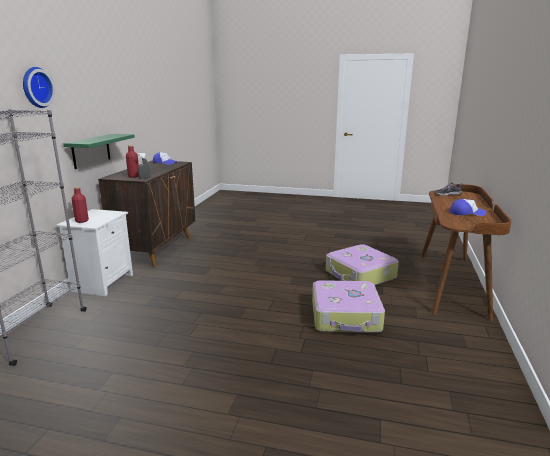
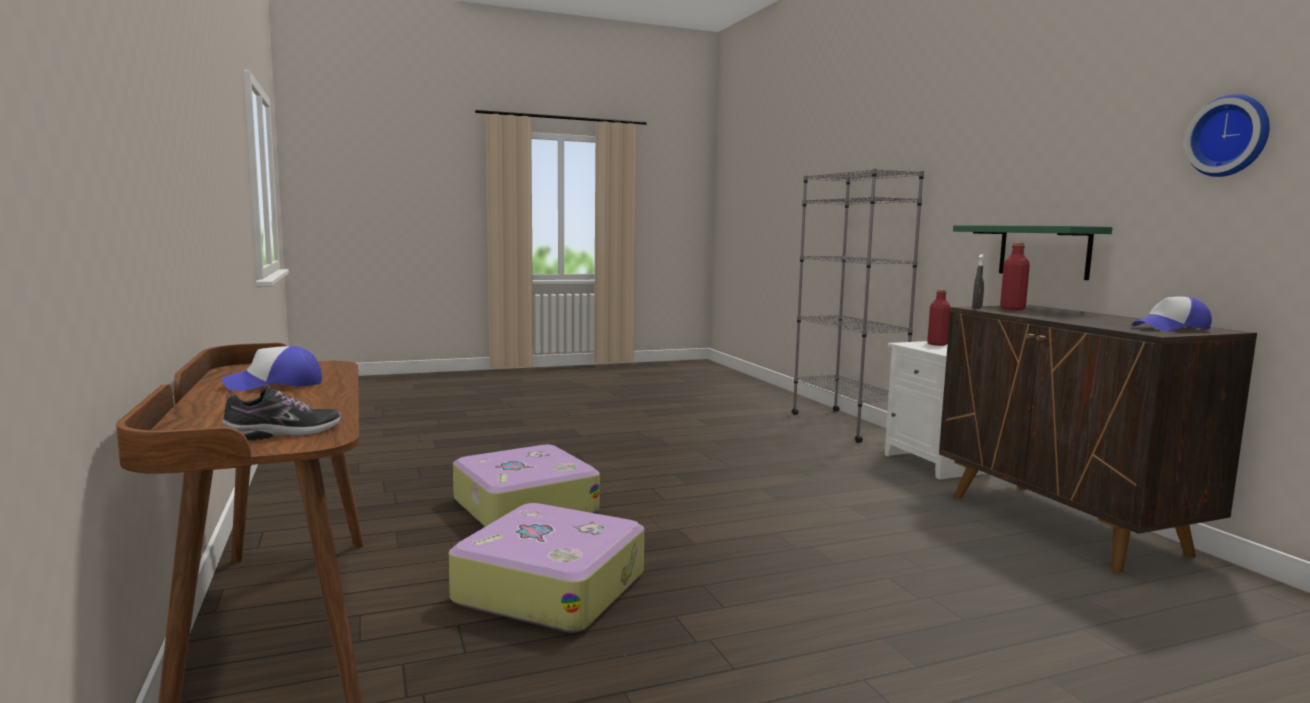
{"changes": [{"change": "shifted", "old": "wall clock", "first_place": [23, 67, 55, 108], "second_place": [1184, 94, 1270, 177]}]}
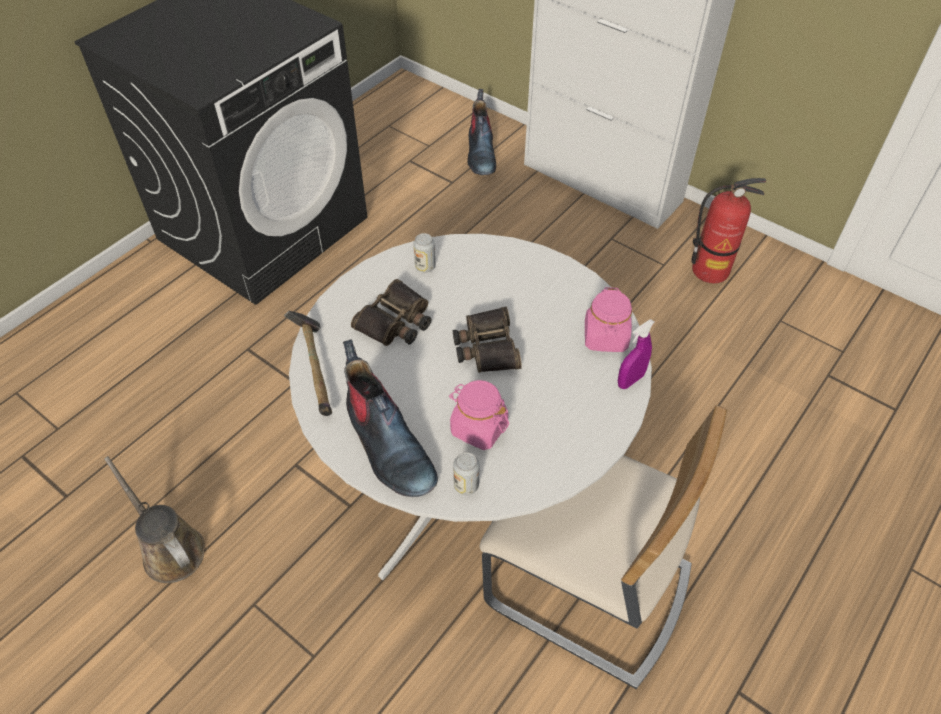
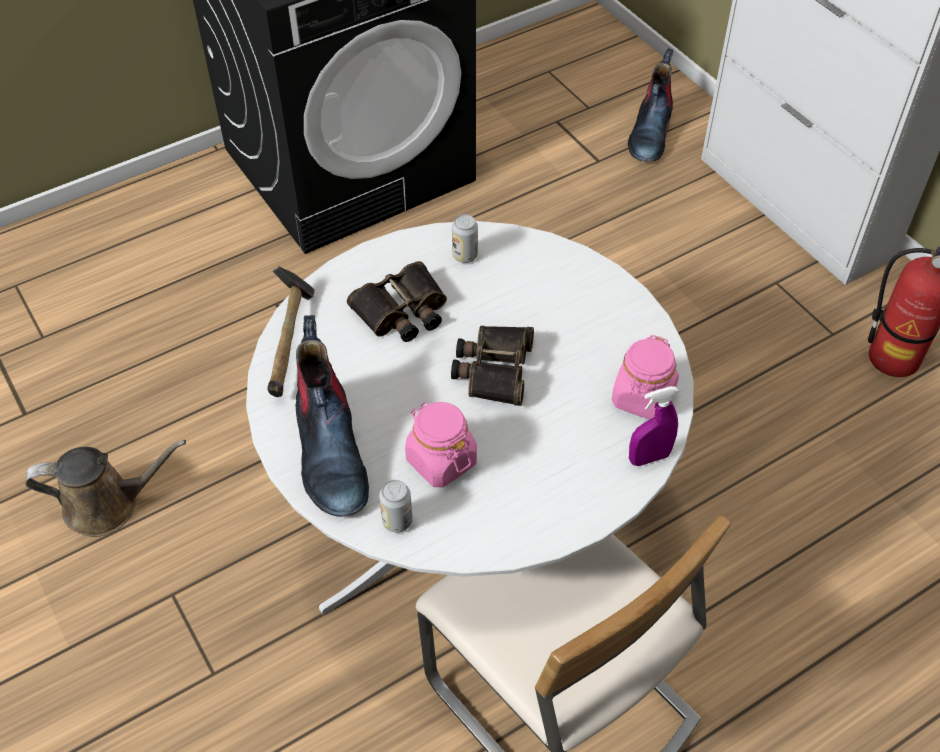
{"changes": [{"change": "rotated", "old": "watering can in brown", "first_place": [105, 456, 205, 583], "second_place": [25, 440, 186, 537], "degrees": 105}]}
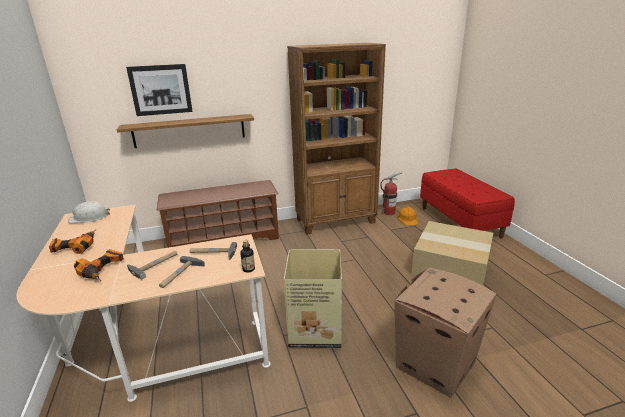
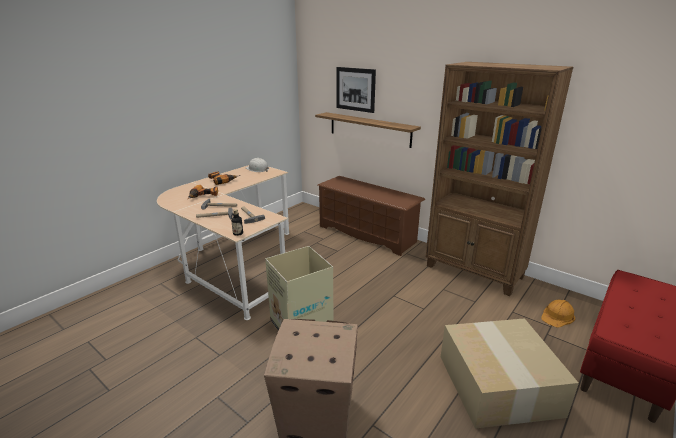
{"changes": [{"change": "gone", "old": "fire extinguisher", "first_place": [380, 172, 402, 215]}]}
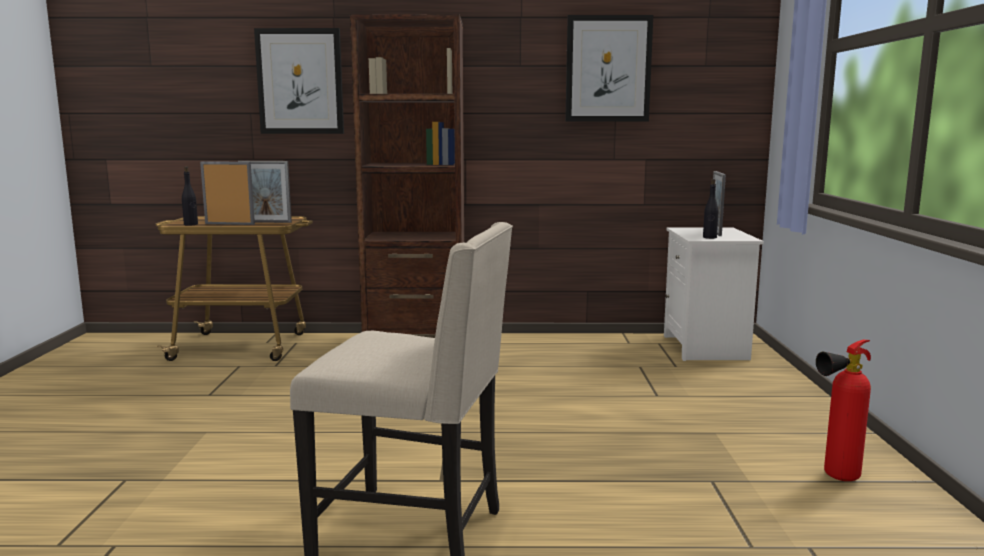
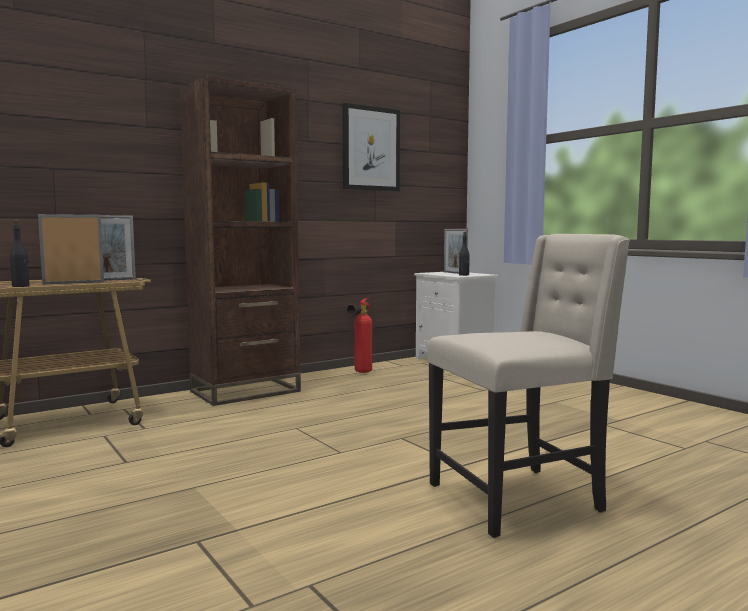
{"changes": [{"change": "gone", "old": "picture", "first_place": [254, 28, 344, 134]}, {"change": "shifted", "old": "fire extinguisher", "first_place": [816, 340, 871, 481], "second_place": [347, 298, 372, 373]}]}
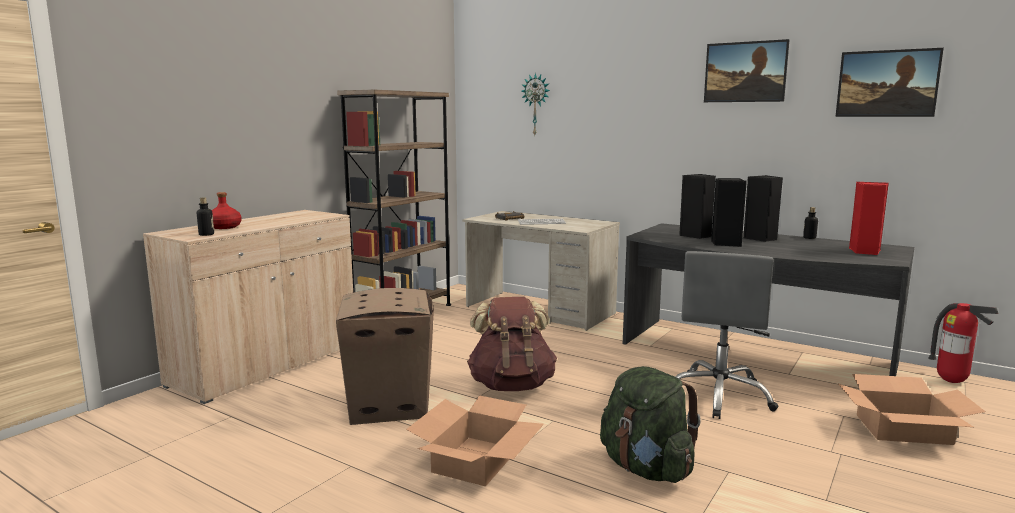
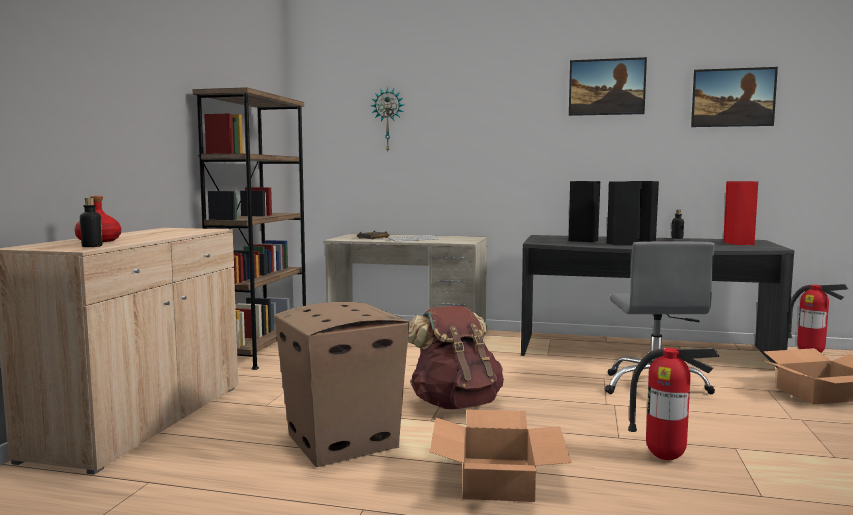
{"changes": [{"change": "swapped", "old": "backpack in green", "new": "fire extinguisher", "first_place": [600, 366, 701, 483], "second_place": [628, 348, 719, 460]}]}
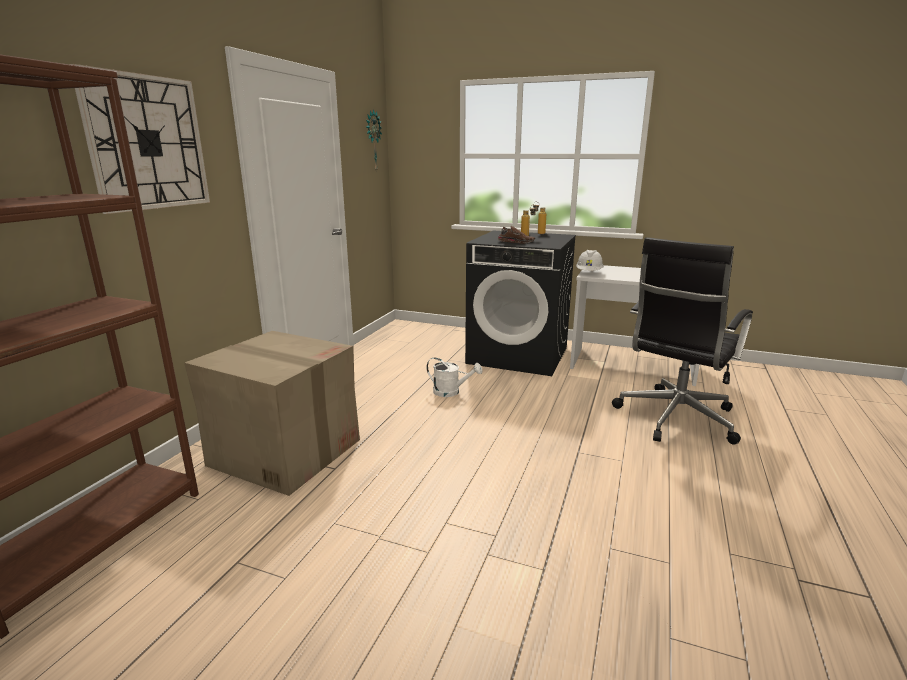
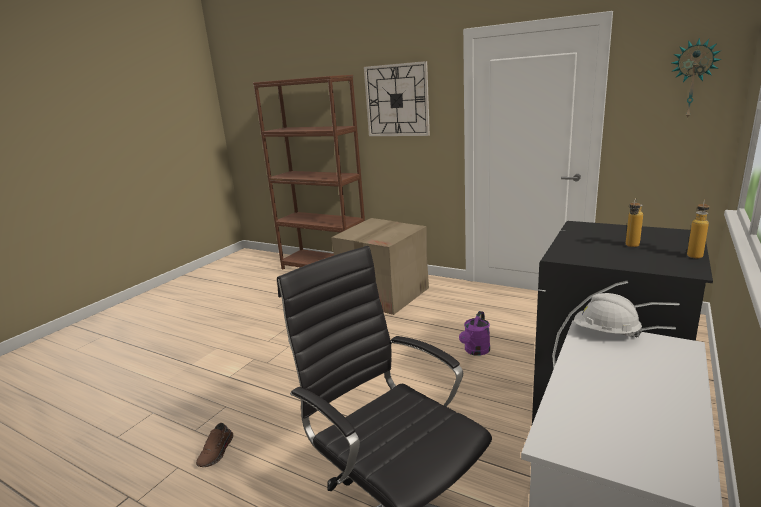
{"changes": [{"change": "shifted", "old": "shoe in brown", "first_place": [498, 226, 535, 244], "second_place": [196, 423, 233, 467]}, {"change": "repainted", "old": "watering can in white", "new": "watering can in purple", "first_place": [426, 357, 482, 397], "second_place": [459, 311, 490, 356]}]}
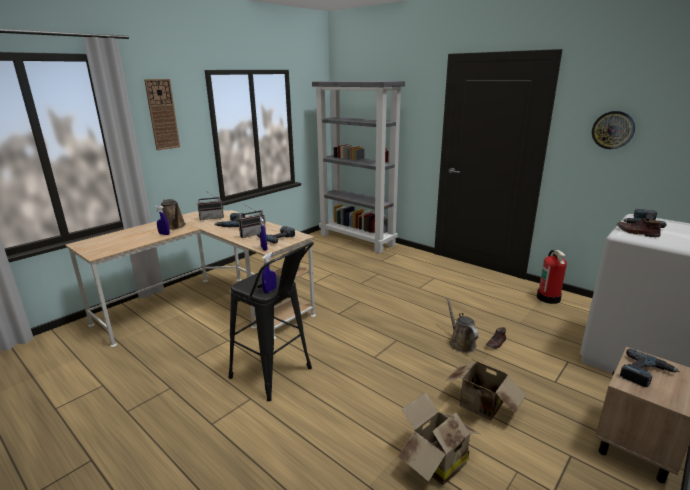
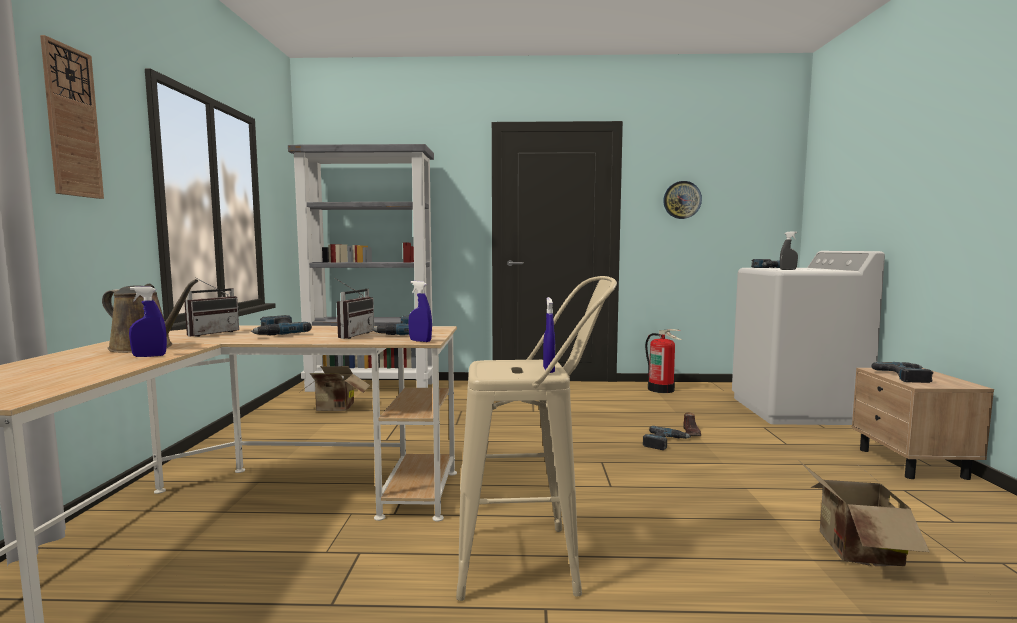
{"changes": [{"change": "swapped", "old": "shoe in brown", "new": "spray bottle in grey", "first_place": [617, 218, 661, 237], "second_place": [780, 231, 798, 270]}, {"change": "repainted", "old": "stool in black", "new": "stool in beige", "first_place": [229, 242, 314, 401], "second_place": [456, 276, 617, 601]}, {"change": "swapped", "old": "watering can in brown", "new": "power drill", "first_place": [446, 297, 479, 353], "second_place": [643, 426, 691, 450]}, {"change": "shifted", "old": "cardboard box", "first_place": [444, 360, 526, 421], "second_place": [304, 366, 371, 411]}]}
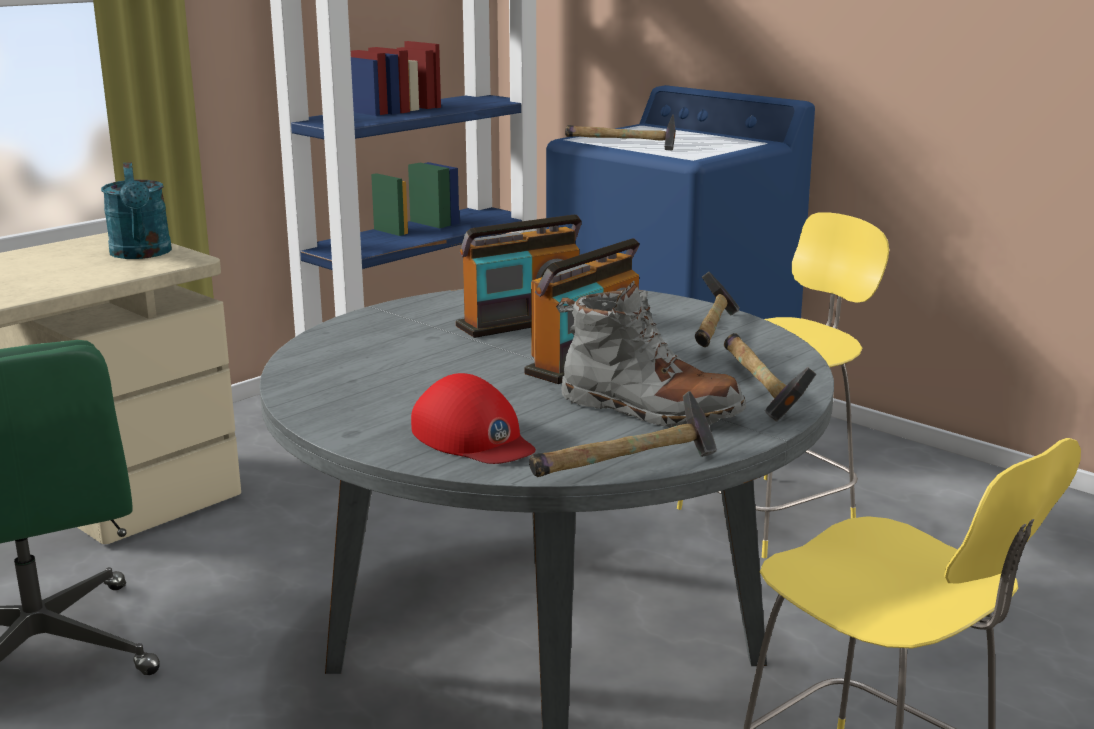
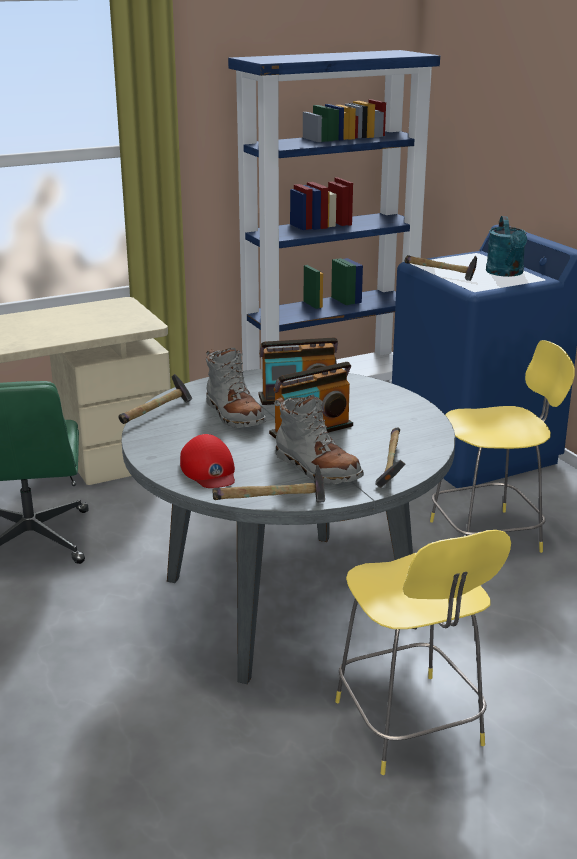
{"changes": [{"change": "shifted", "old": "watering can in turquoise", "first_place": [101, 162, 172, 259], "second_place": [486, 216, 527, 277]}, {"change": "shifted", "old": "hammer", "first_place": [695, 272, 740, 347], "second_place": [119, 374, 192, 424]}, {"change": "new", "new": "boot in grey", "second_place": [206, 348, 266, 428]}]}
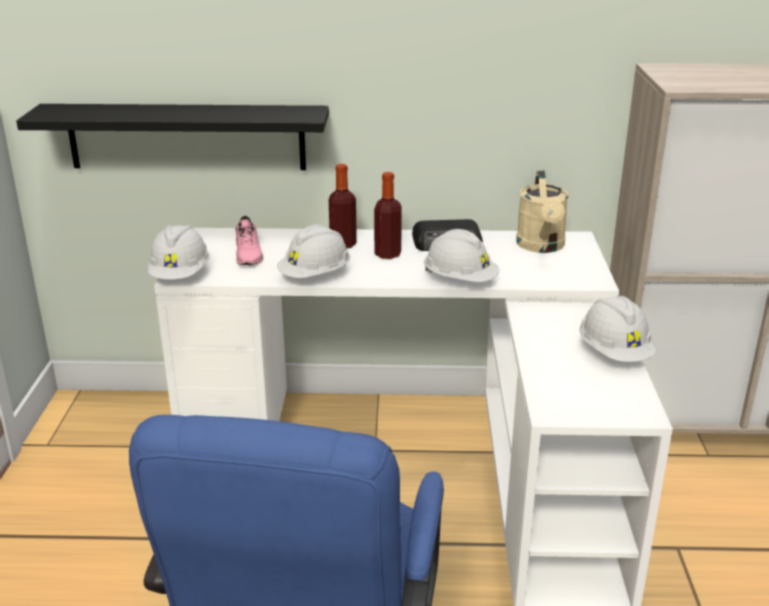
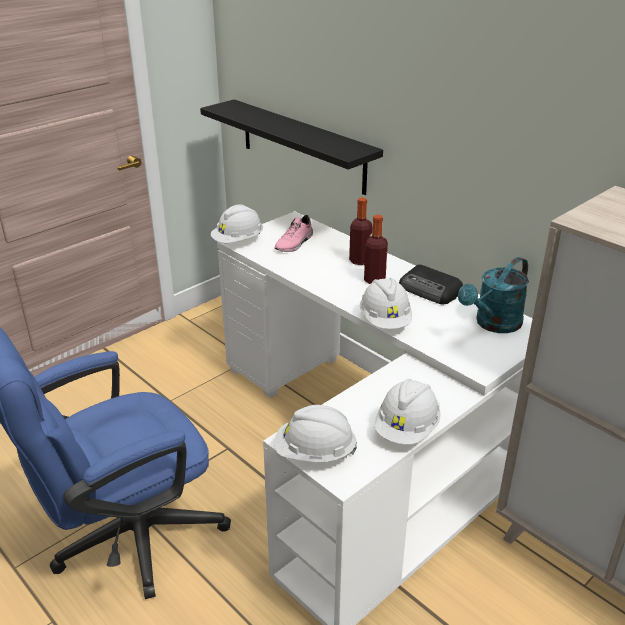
{"changes": [{"change": "repainted", "old": "watering can in beige", "new": "watering can in turquoise", "first_place": [516, 170, 569, 253], "second_place": [458, 257, 529, 333]}, {"change": "shifted", "old": "hard hat in white", "first_place": [277, 225, 350, 278], "second_place": [274, 405, 357, 463]}]}
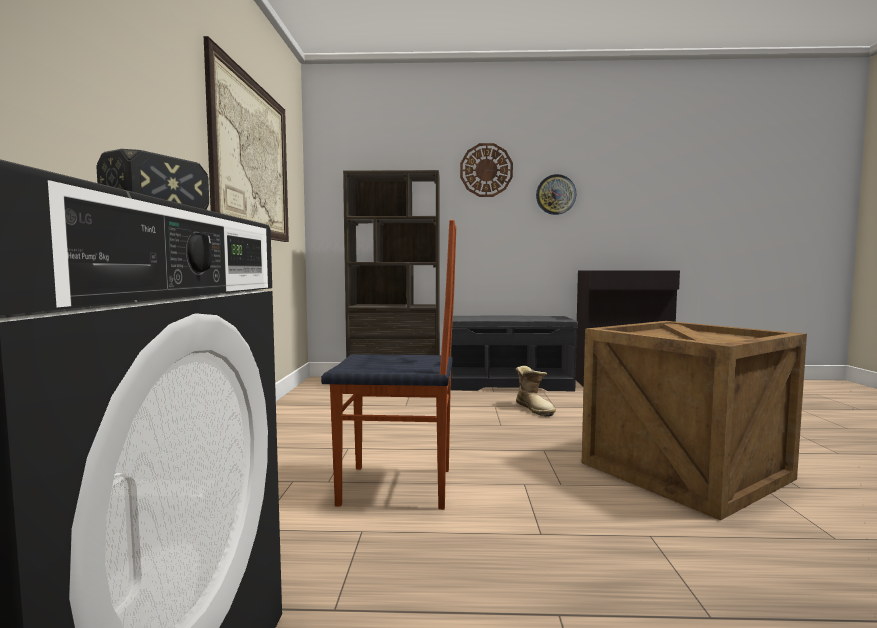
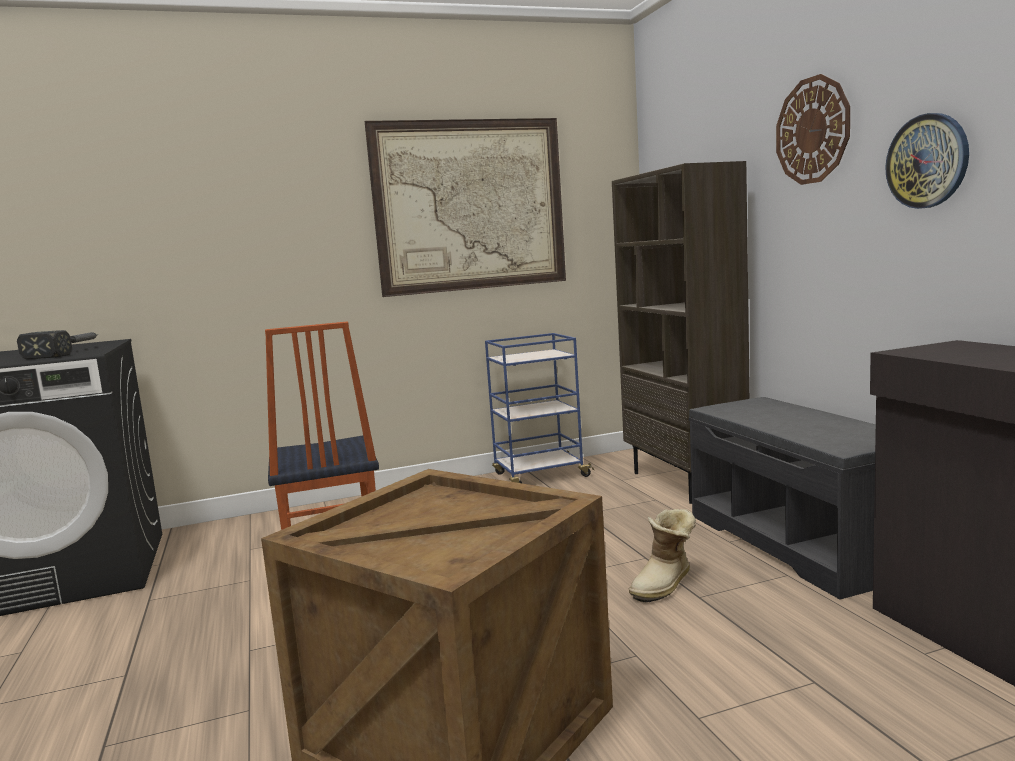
{"changes": [{"change": "new", "new": "cart in blue", "second_place": [485, 333, 594, 483]}]}
